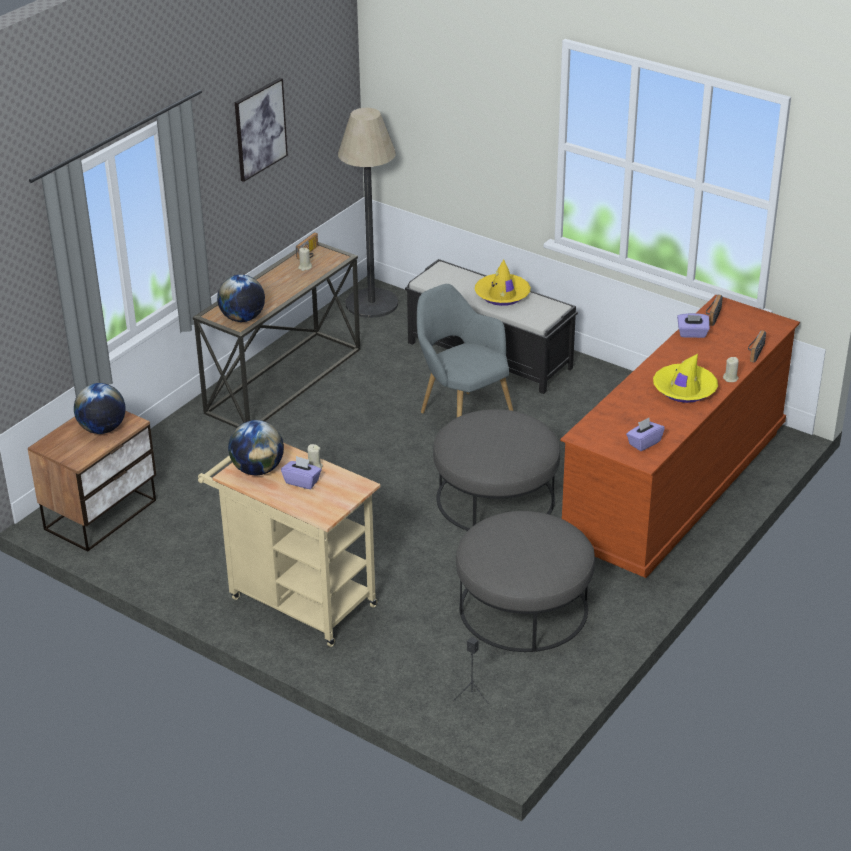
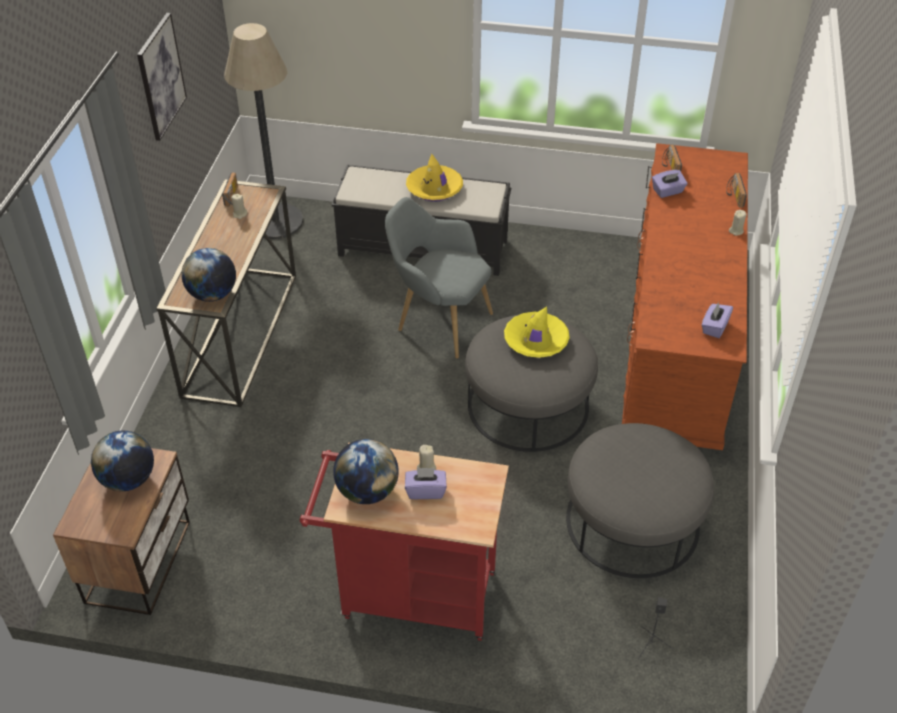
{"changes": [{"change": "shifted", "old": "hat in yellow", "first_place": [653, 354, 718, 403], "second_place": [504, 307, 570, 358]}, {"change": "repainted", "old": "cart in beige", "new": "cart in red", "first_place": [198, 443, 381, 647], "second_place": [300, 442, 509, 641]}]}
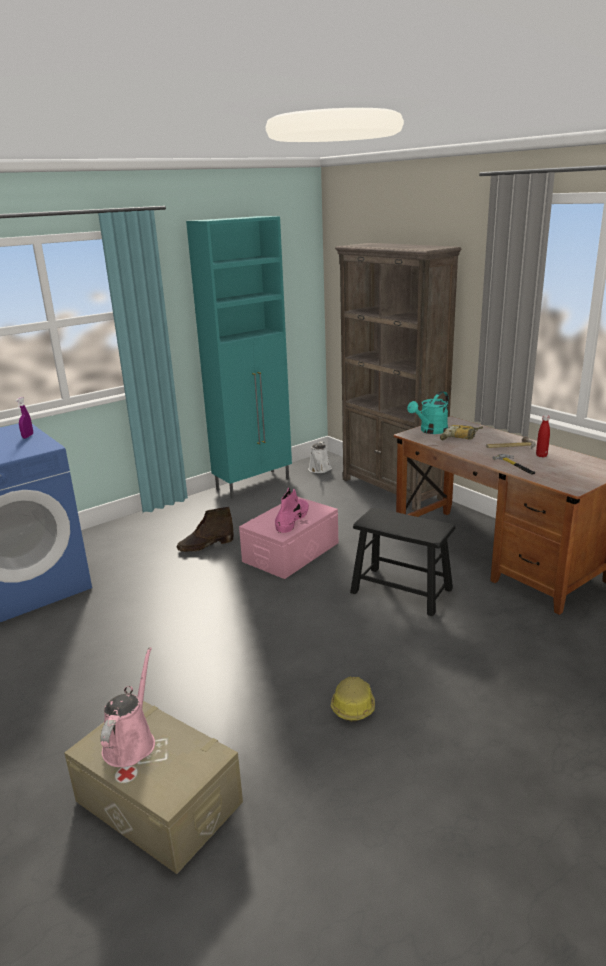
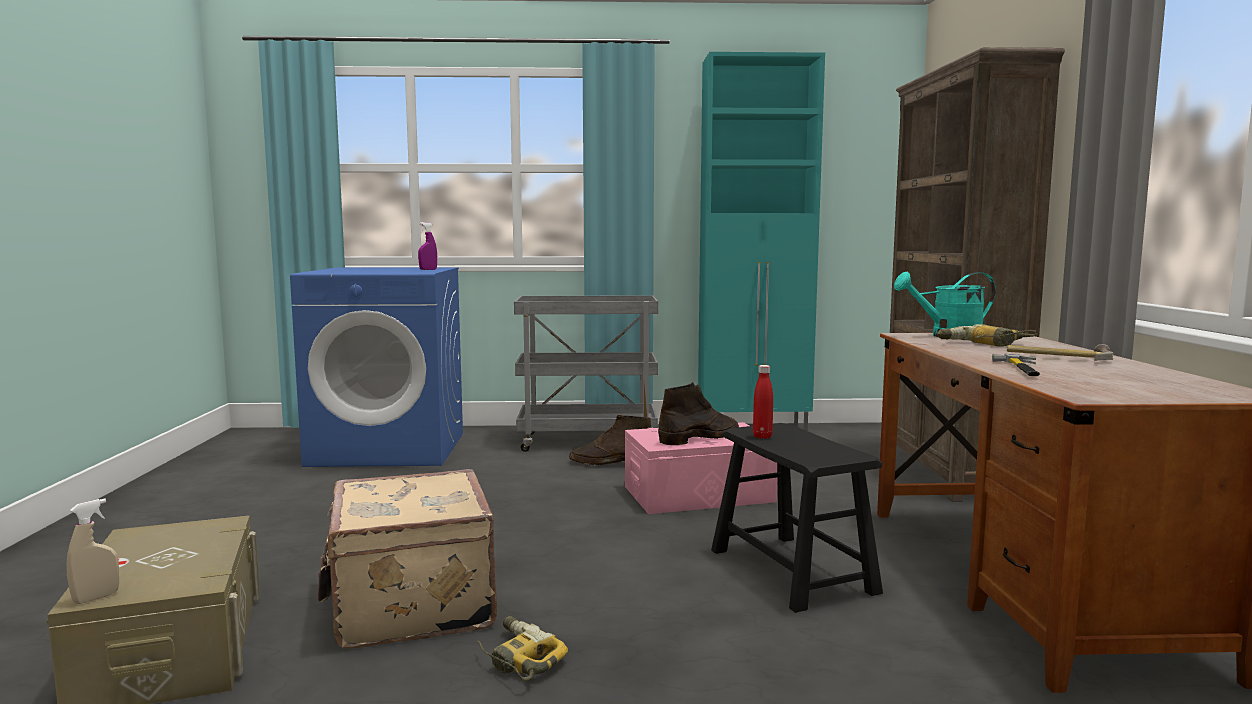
{"changes": [{"change": "shifted", "old": "bottle in red", "first_place": [536, 415, 550, 457], "second_place": [753, 365, 773, 439]}, {"change": "gone", "old": "watering can in white", "first_place": [308, 441, 332, 473]}, {"change": "repainted", "old": "boot in pink", "new": "boot in brown", "first_place": [275, 487, 309, 533], "second_place": [658, 382, 739, 445]}, {"change": "gone", "old": "watering can in pink", "first_place": [100, 647, 155, 767]}, {"change": "swapped", "old": "hard hat", "new": "power drill", "first_place": [331, 676, 375, 722], "second_place": [477, 616, 568, 681]}, {"change": "new", "new": "cart in grey", "second_place": [514, 295, 658, 452]}, {"change": "new", "new": "suitcase in beige", "second_place": [318, 469, 497, 649]}, {"change": "new", "new": "spray bottle in beige", "second_place": [67, 498, 119, 604]}]}
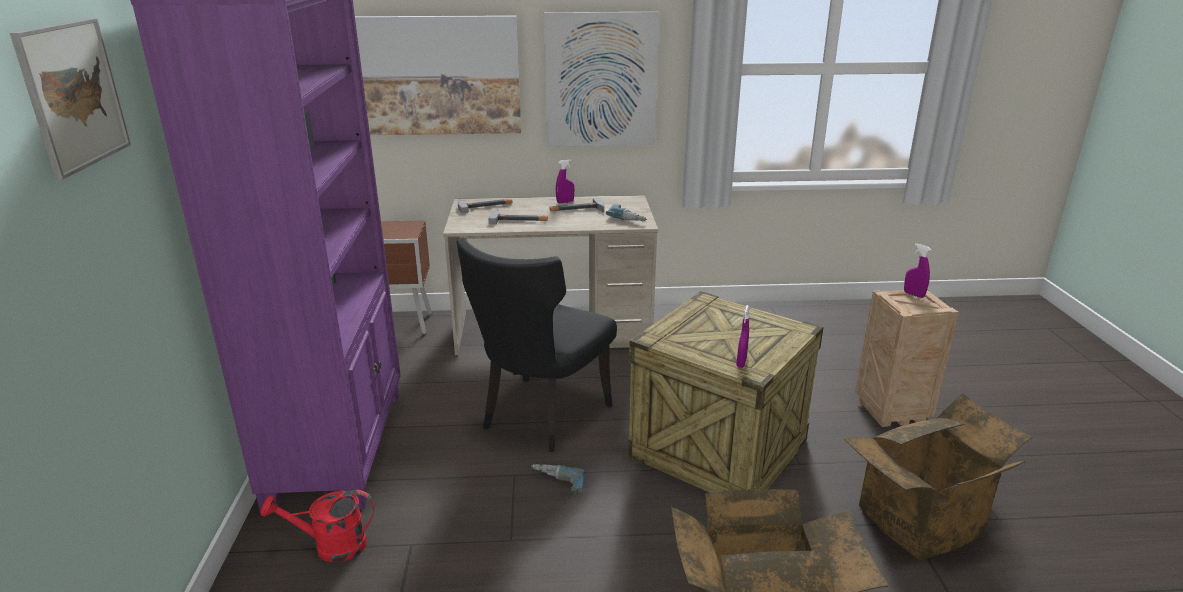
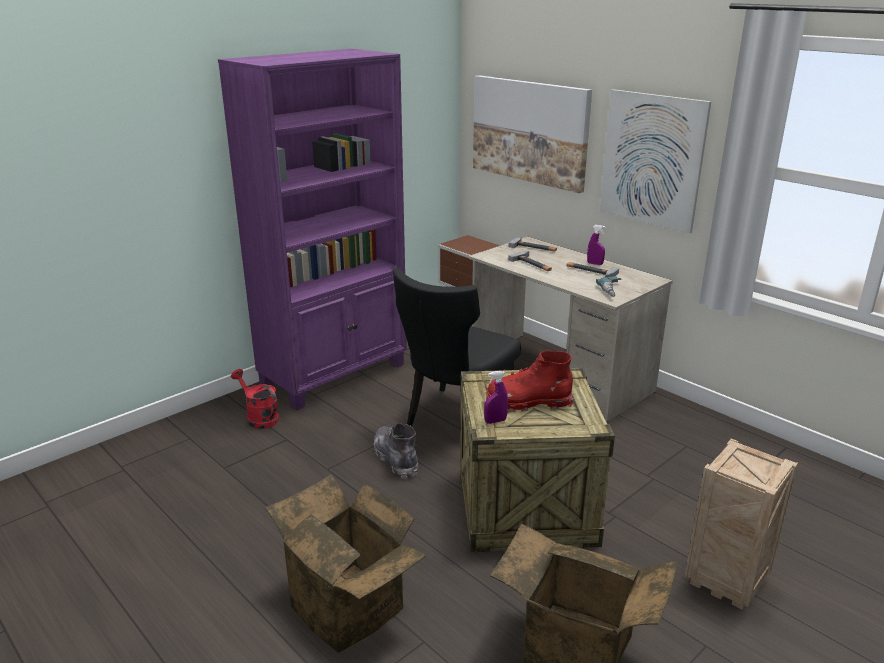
{"changes": [{"change": "gone", "old": "picture", "first_place": [10, 18, 131, 180]}, {"change": "rotated", "old": "chair in black", "first_place": [457, 237, 617, 452], "second_place": [393, 268, 521, 432], "degrees": -45}, {"change": "gone", "old": "spray bottle in purple", "first_place": [904, 243, 931, 298]}, {"change": "swapped", "old": "power drill", "new": "boot in grey", "first_place": [531, 464, 585, 495], "second_place": [374, 423, 419, 479]}, {"change": "new", "new": "boot in red", "second_place": [486, 351, 573, 412]}]}
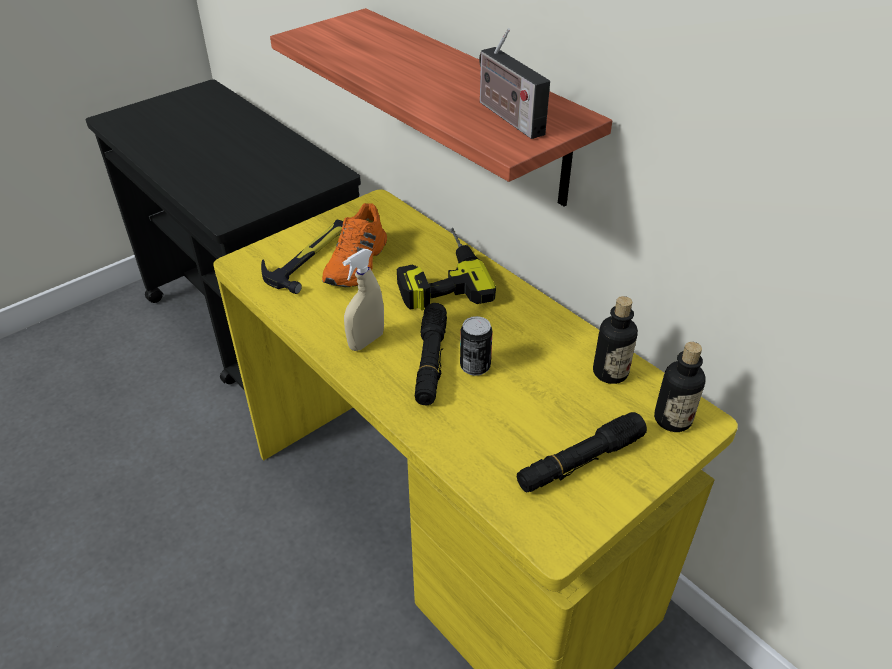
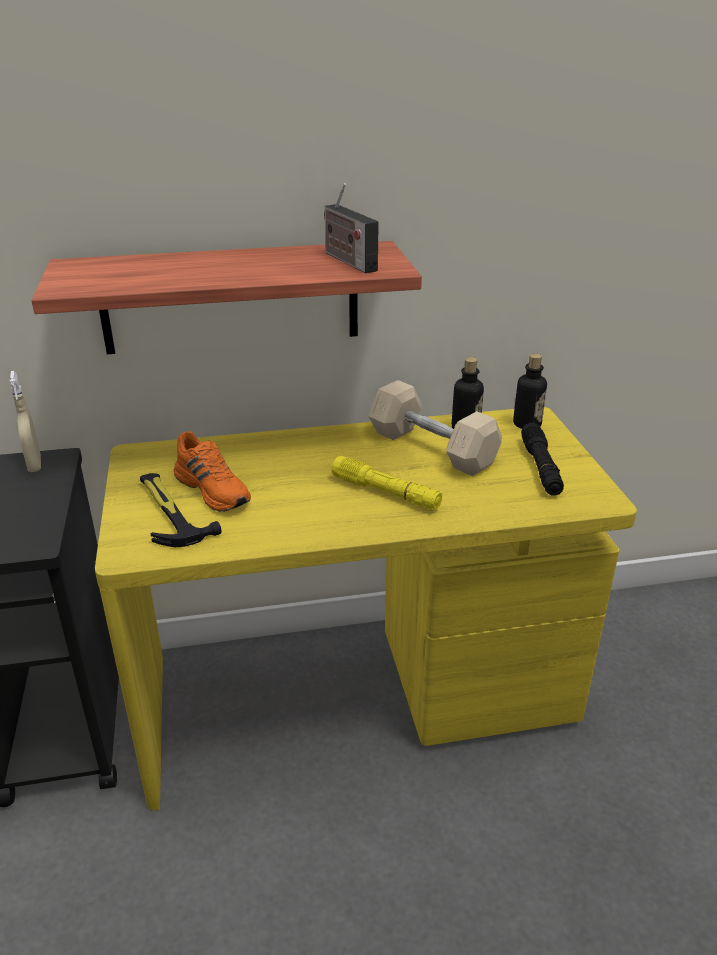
{"changes": [{"change": "rotated", "old": "radio", "first_place": [479, 28, 550, 139], "second_place": [324, 183, 379, 273], "degrees": 60}, {"change": "gone", "old": "power drill", "first_place": [397, 228, 496, 310]}, {"change": "shifted", "old": "spray bottle in beige", "first_place": [343, 249, 384, 351], "second_place": [9, 371, 41, 472]}, {"change": "repainted", "old": "flashlight in black", "new": "flashlight in yellow", "first_place": [415, 303, 447, 405], "second_place": [331, 456, 442, 510]}, {"change": "gone", "old": "can", "first_place": [460, 316, 493, 376]}, {"change": "new", "new": "dumbbell in beige", "second_place": [368, 380, 502, 476]}]}
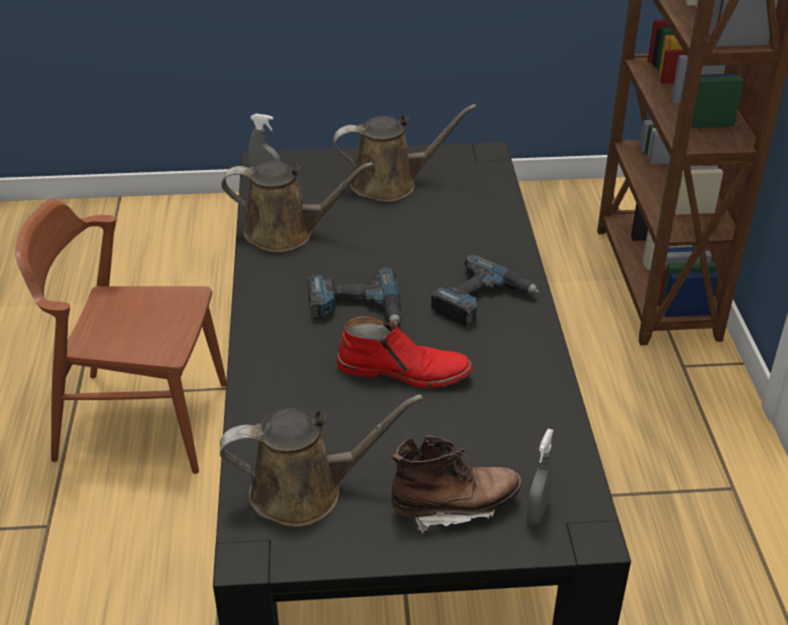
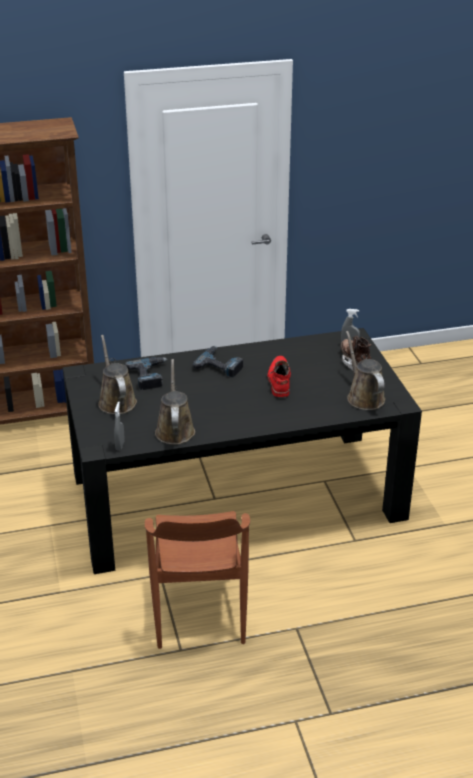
{"changes": [{"change": "shifted", "old": "power drill", "first_place": [308, 267, 401, 325], "second_place": [125, 357, 168, 390]}]}
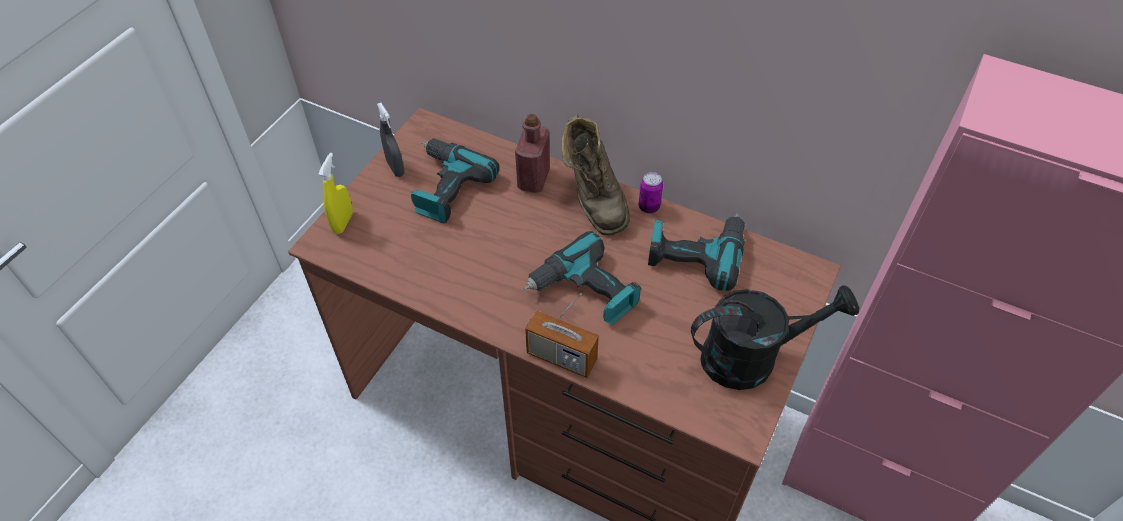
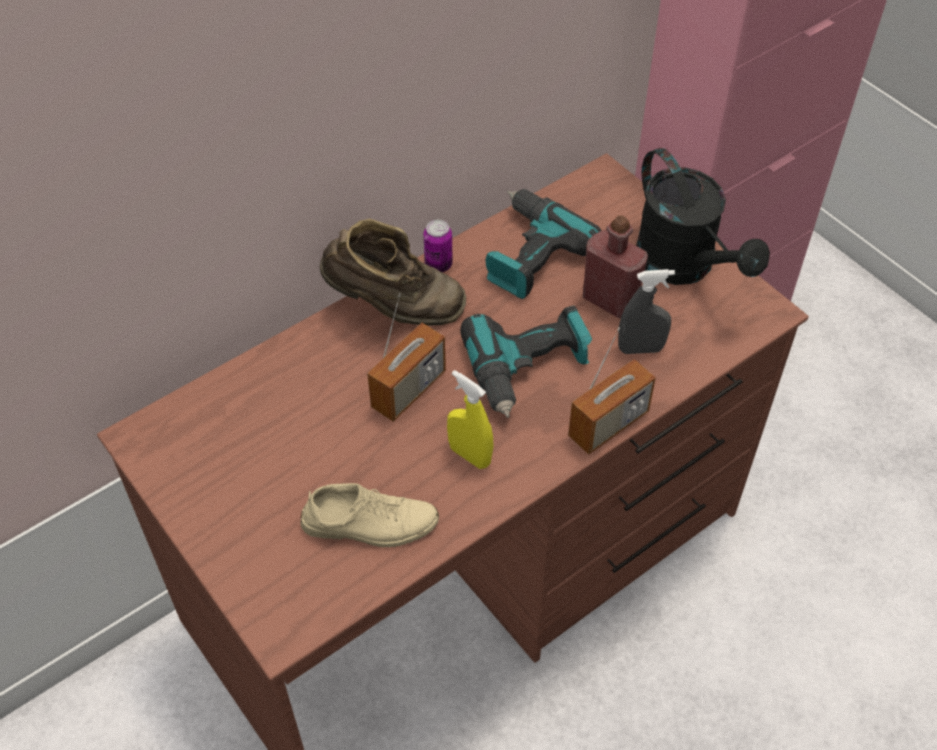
{"changes": [{"change": "shifted", "old": "spray bottle in grey", "first_place": [377, 103, 405, 177], "second_place": [618, 269, 675, 354]}, {"change": "shifted", "old": "bottle in red", "first_place": [515, 114, 550, 193], "second_place": [583, 215, 648, 318]}, {"change": "gone", "old": "power drill", "first_place": [411, 138, 499, 223]}, {"change": "shifted", "old": "spray bottle in yellow", "first_place": [318, 153, 353, 234], "second_place": [447, 370, 494, 469]}, {"change": "rotated", "old": "watering can in black", "first_place": [691, 285, 859, 390], "second_place": [636, 148, 770, 285], "degrees": 135}, {"change": "new", "new": "radio", "second_place": [367, 293, 446, 422]}, {"change": "new", "new": "shoe in beige", "second_place": [301, 483, 439, 547]}]}
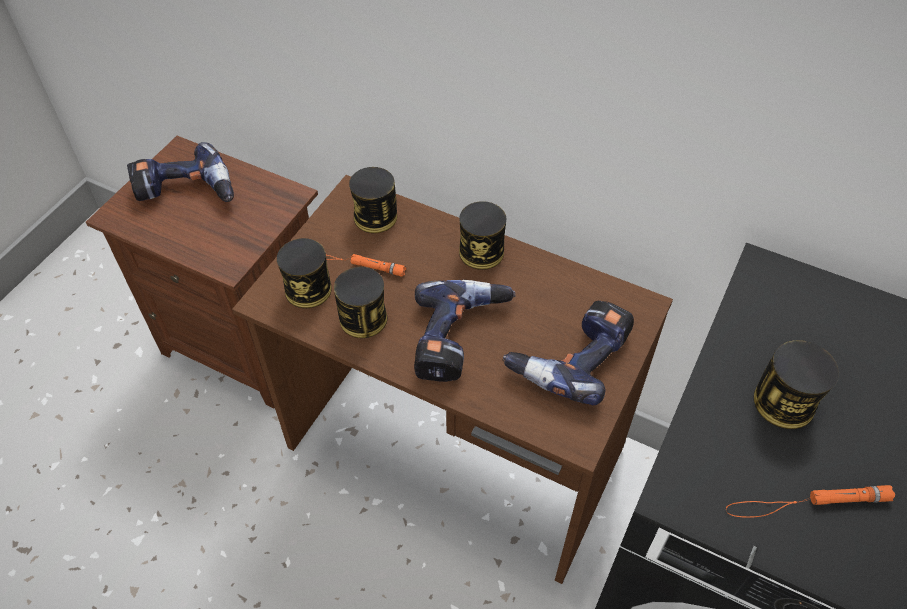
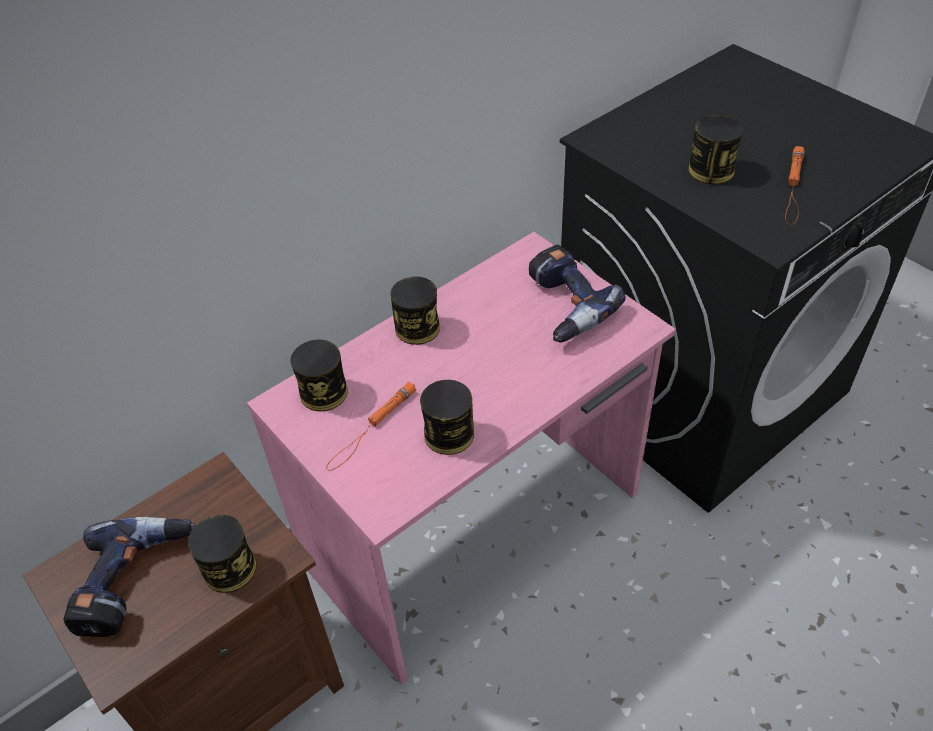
{"changes": [{"change": "repainted", "old": "desk in brown", "new": "desk in pink", "first_place": [232, 175, 673, 584], "second_place": [247, 232, 676, 684]}, {"change": "shifted", "old": "can", "first_place": [277, 238, 332, 308], "second_place": [188, 515, 256, 593]}, {"change": "gone", "old": "power drill", "first_place": [414, 280, 516, 382]}]}
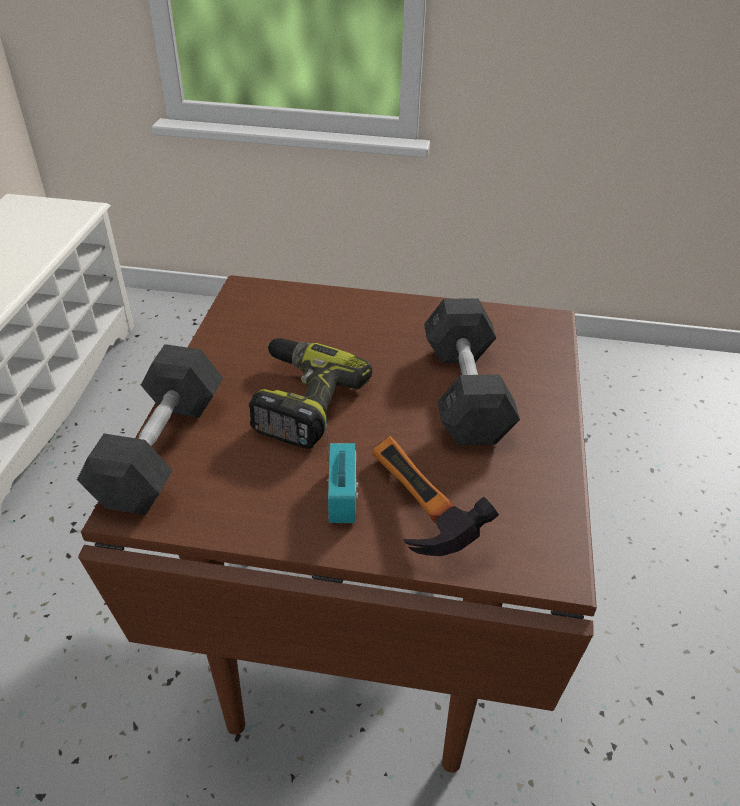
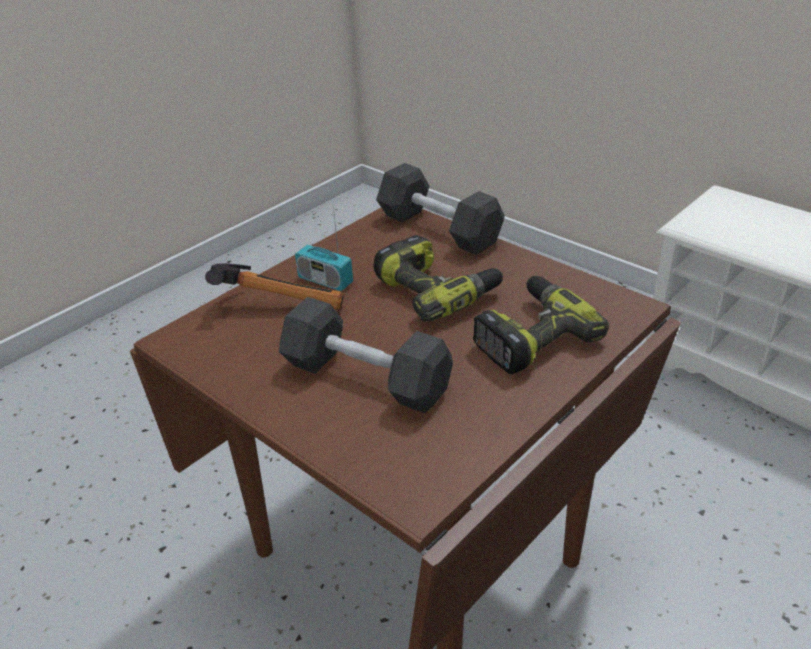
{"changes": [{"change": "new", "new": "power drill", "second_place": [473, 276, 609, 374]}]}
